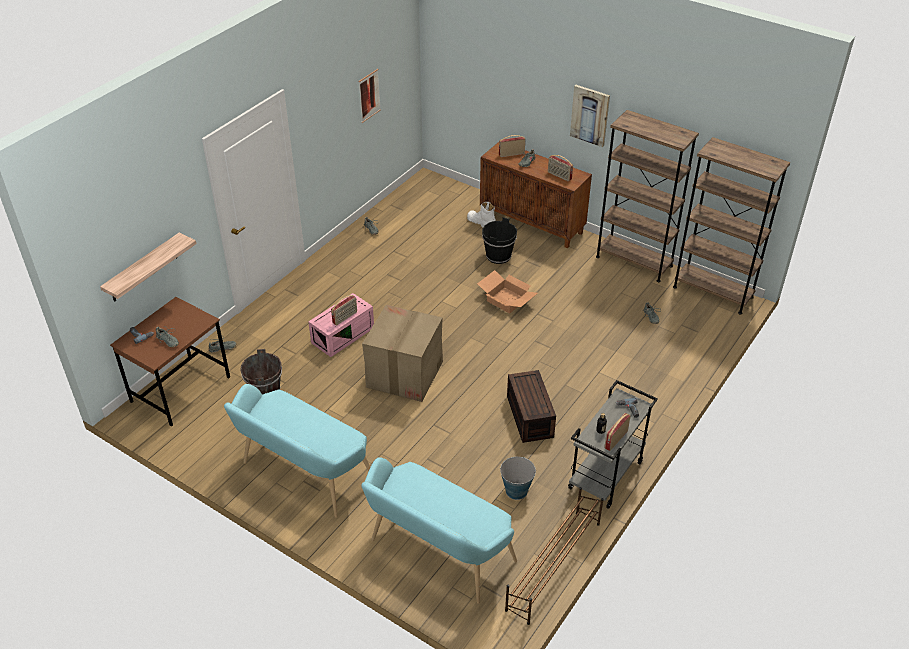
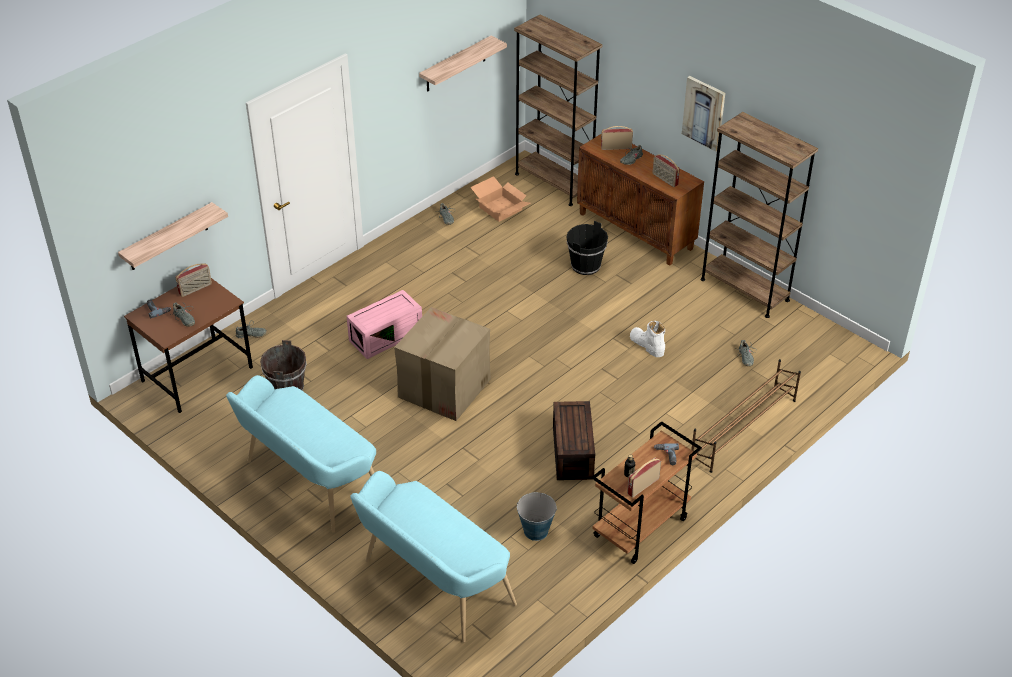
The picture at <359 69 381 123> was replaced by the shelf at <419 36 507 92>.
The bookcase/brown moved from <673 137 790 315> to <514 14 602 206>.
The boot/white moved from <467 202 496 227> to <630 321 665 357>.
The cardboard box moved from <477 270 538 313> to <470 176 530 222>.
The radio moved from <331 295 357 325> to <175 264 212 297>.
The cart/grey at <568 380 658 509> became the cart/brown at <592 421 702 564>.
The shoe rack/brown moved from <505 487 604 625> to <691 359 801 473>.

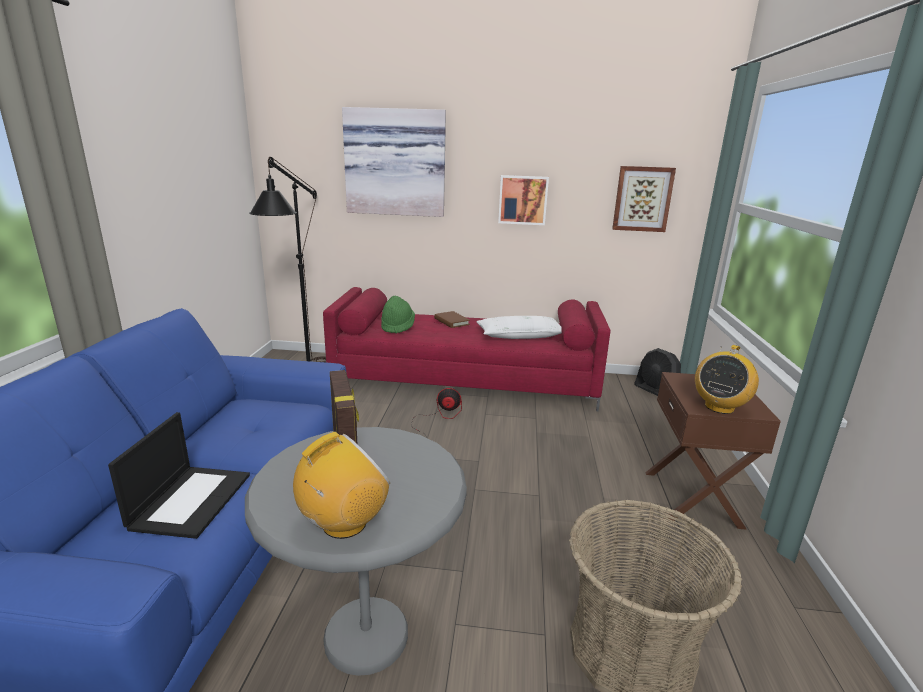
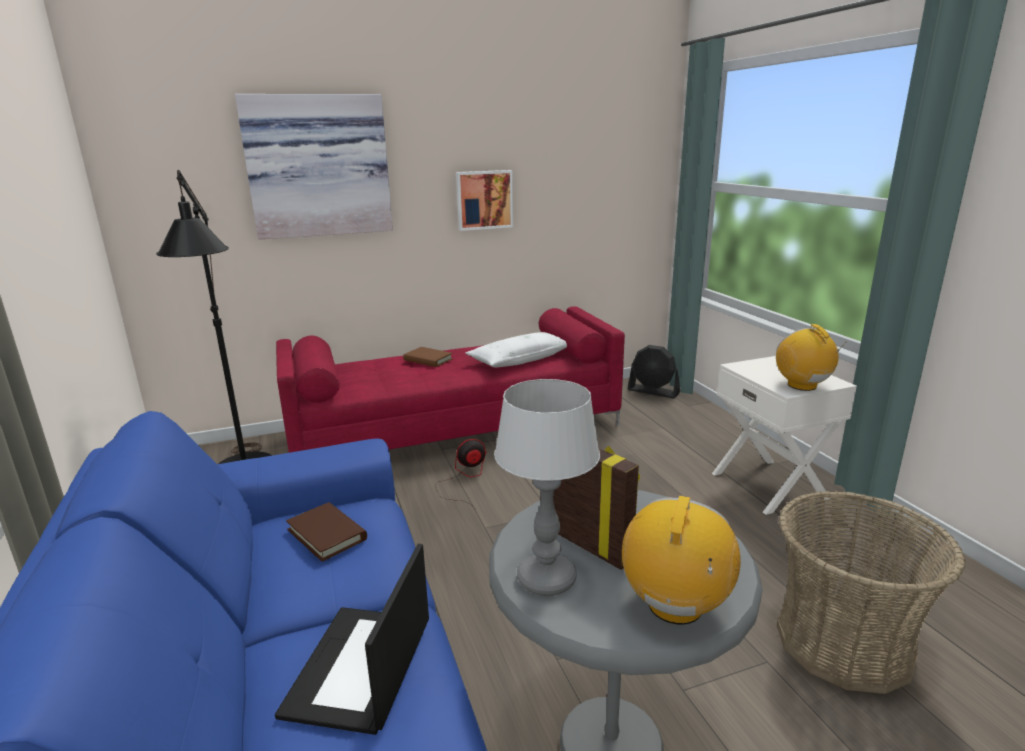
The picture at <612 166 676 232> disappeared.
The hat/green at <381 296 415 334> disappeared.
The radio at <695 345 759 414> turned 150 degrees clockwise.
The nightstand/brown at <645 372 781 530> became the nightstand/white at <712 356 857 515>.
The laptop at <108 412 250 539> turned 150 degrees counterclockwise.
The table lamp at <494 379 600 596> appeared.
The book/brown at <286 502 367 562> appeared.

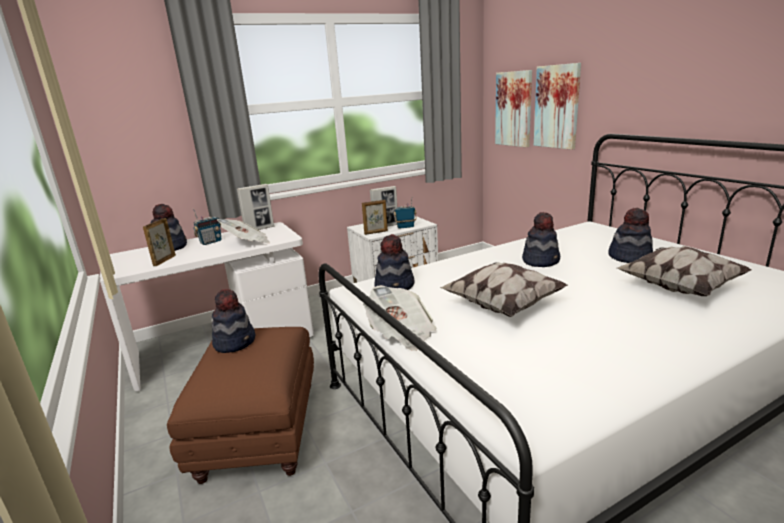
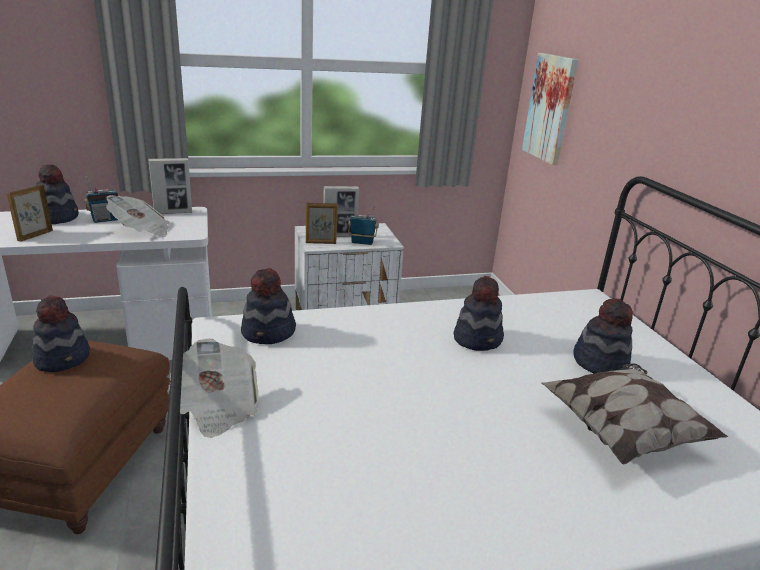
The picture at <534 63 581 150> disappeared.
The pillow at <440 263 568 317> disappeared.

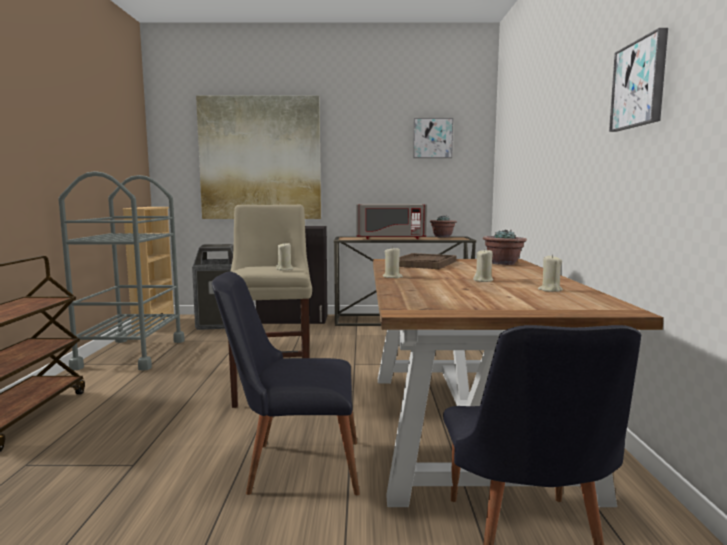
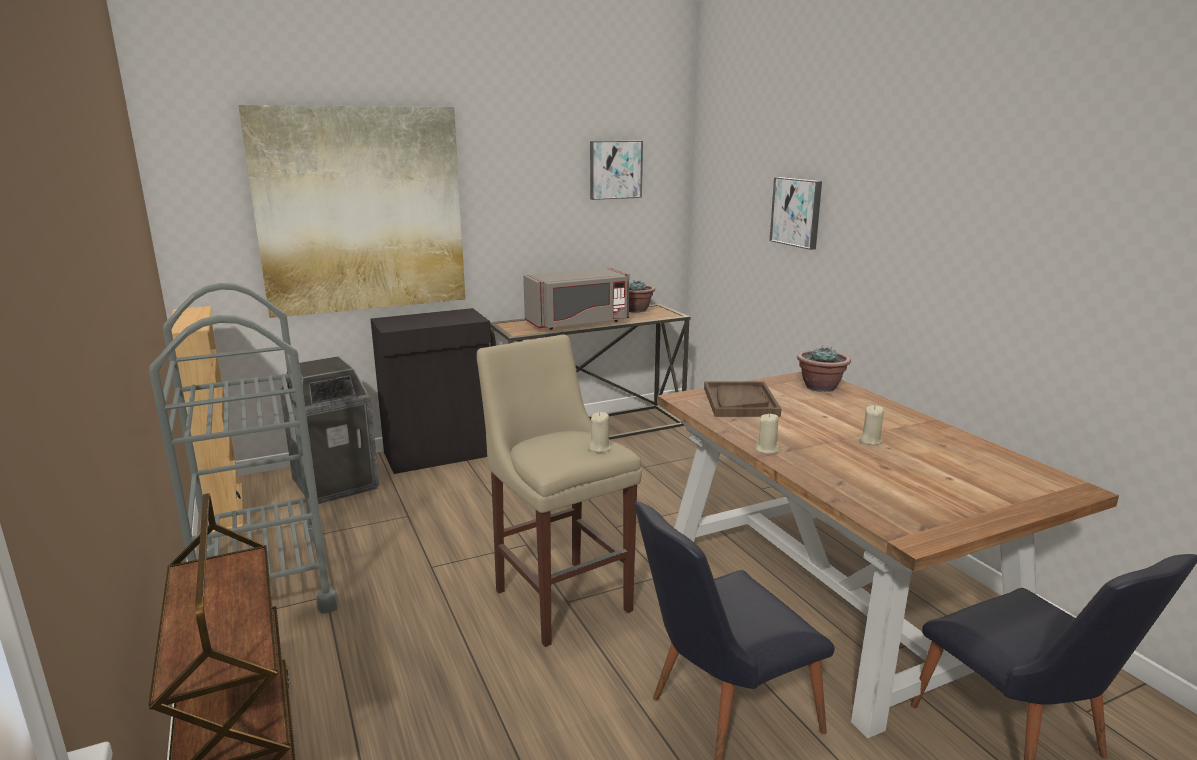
The picture moved from <609 28 668 132> to <769 177 822 250>.
The candle/beige at <538 255 563 292> disappeared.

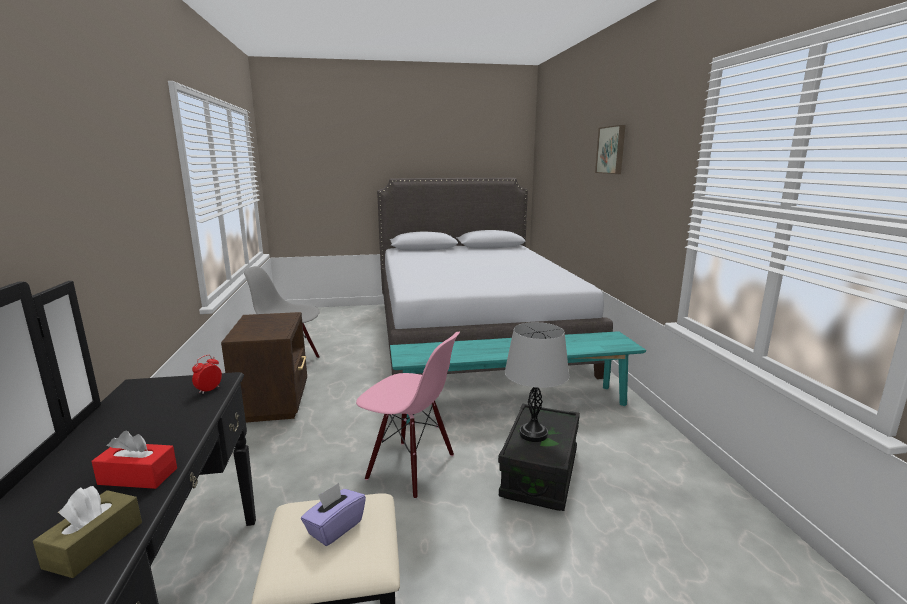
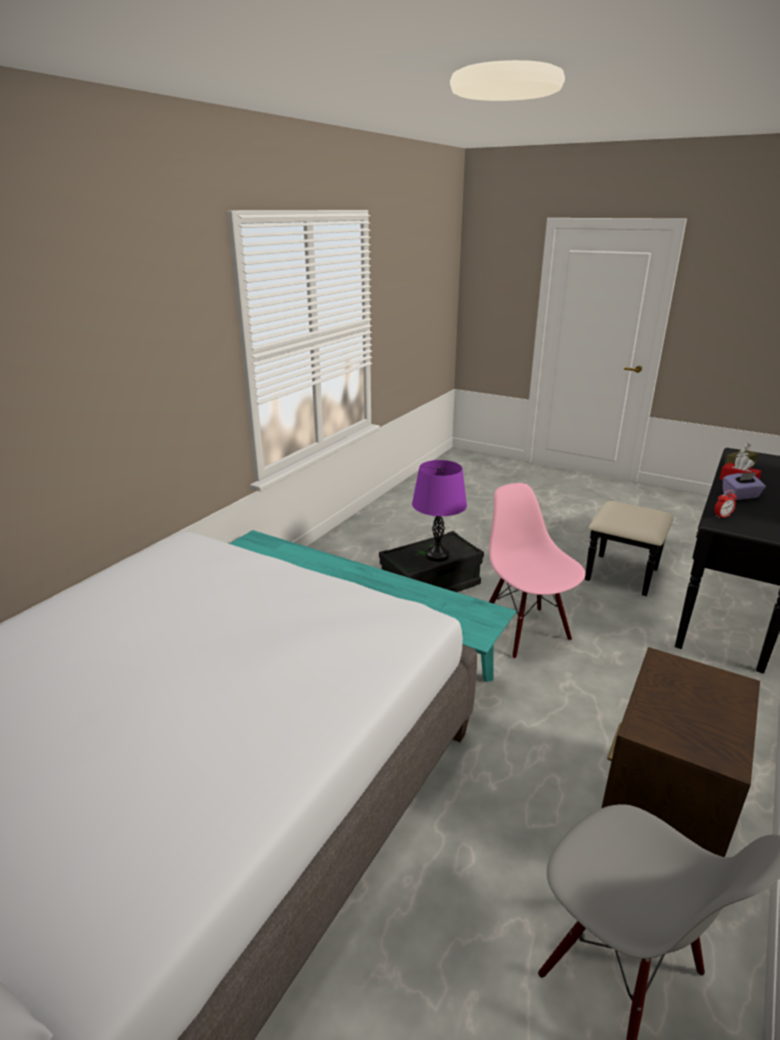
The picture at <595 125 625 174> disappeared.
The table lamp/grey at <505 322 569 442> became the table lamp/purple at <412 460 467 562>.
The tissue box/purple moved from <301 483 366 546> to <723 472 766 500>.

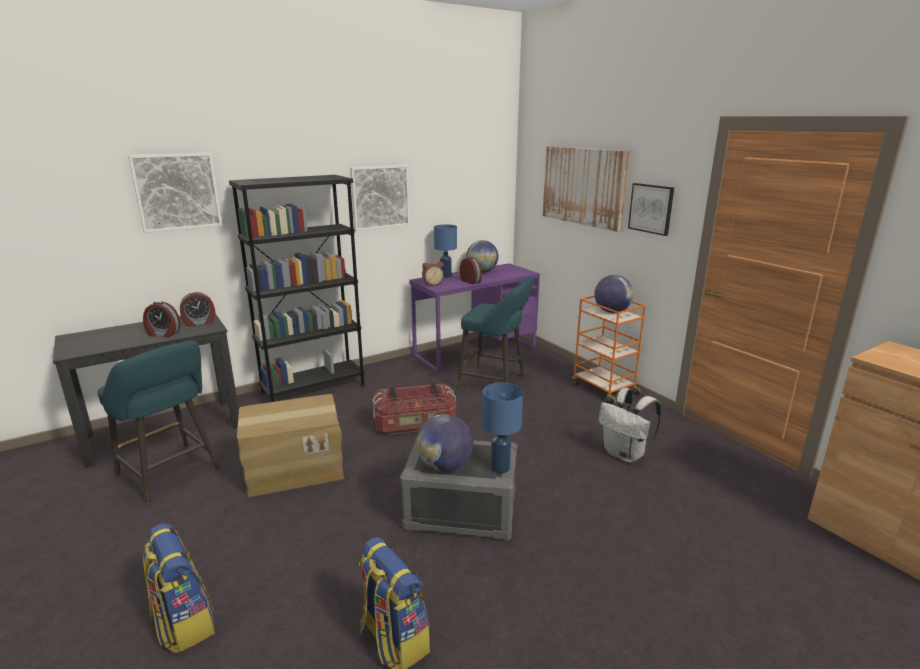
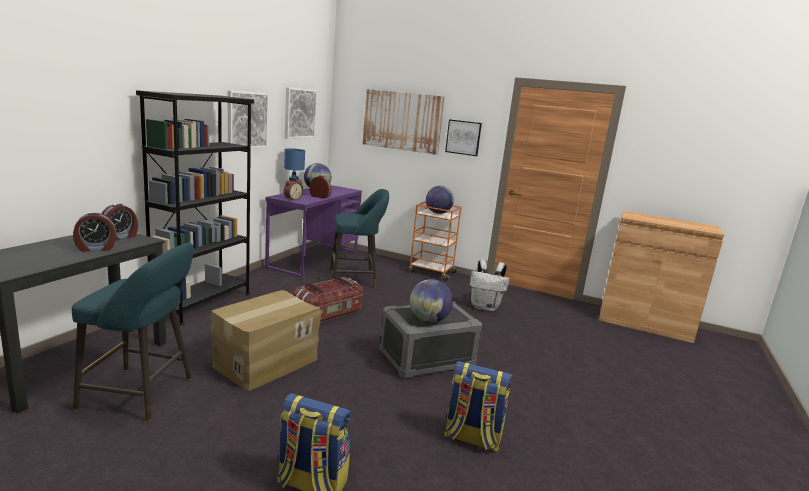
The picture moved from <128 153 222 233> to <285 87 317 139>.
The table lamp/blue at <482 383 523 474> disappeared.

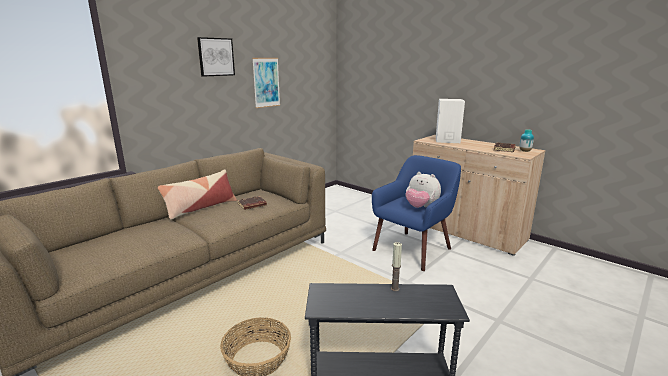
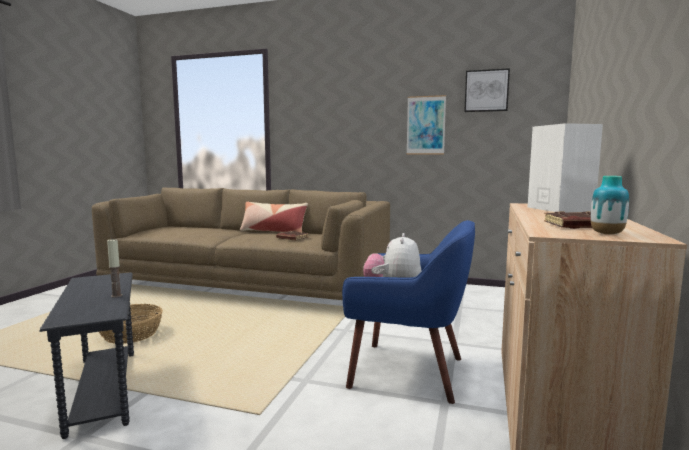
The picture moved from <197 37 235 77> to <464 68 510 112>.

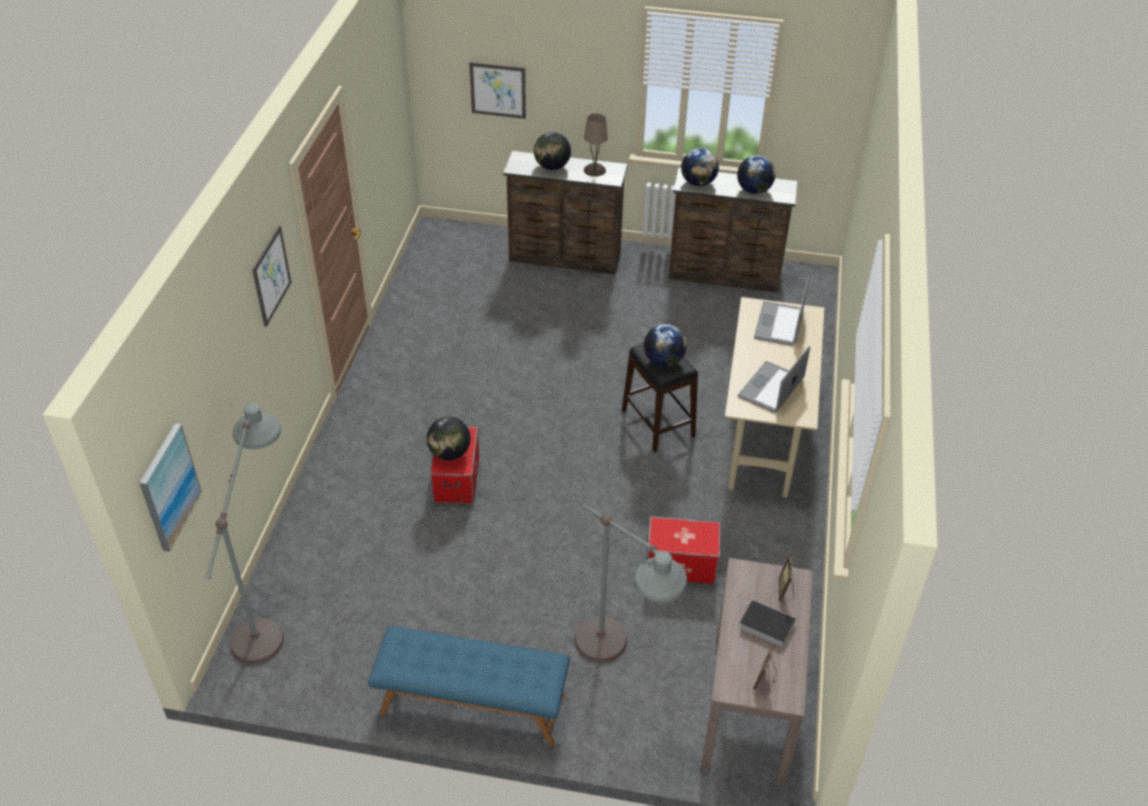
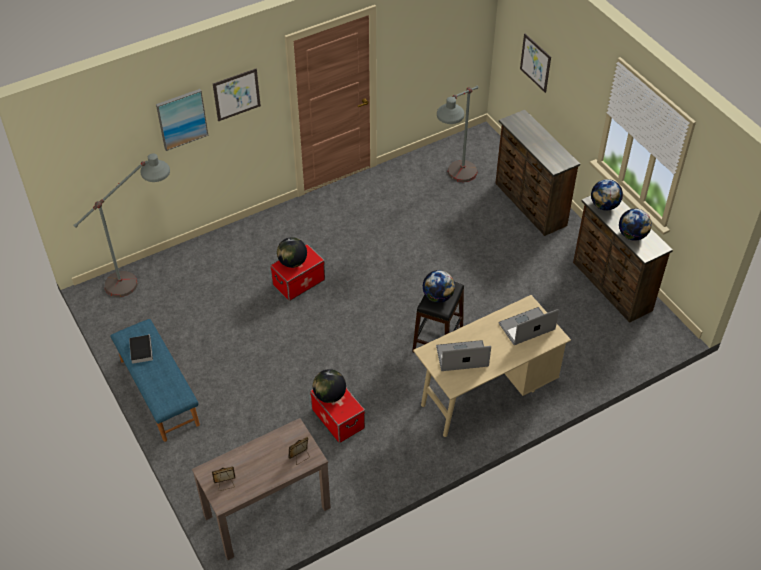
The table lamp/beige at <584 113 608 177> disappeared.
The globe moved from <534 132 571 170> to <313 369 346 403>.
The picture moved from <139 423 202 552> to <156 89 208 151>.
The floor lamp/grey moved from <575 504 687 662> to <437 86 478 182>.
The book moved from <739 599 796 647> to <129 335 153 364>.

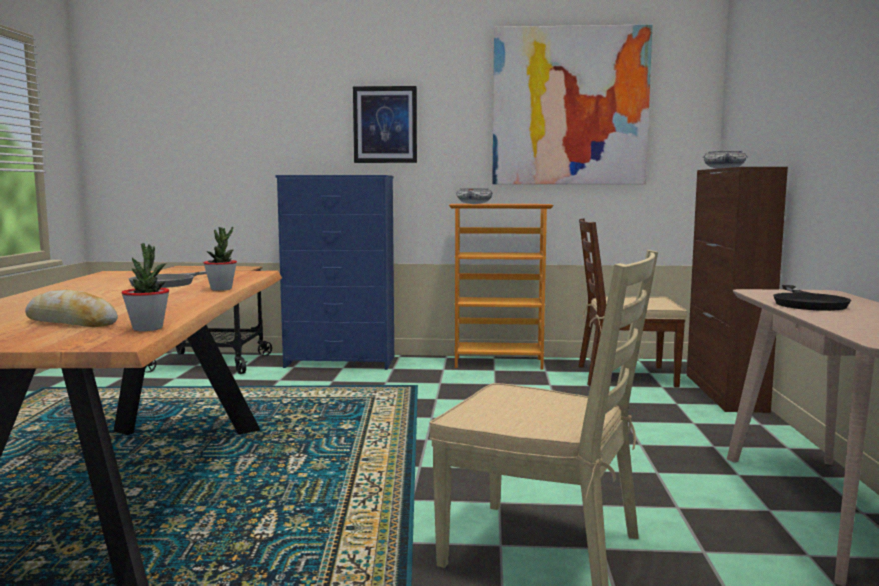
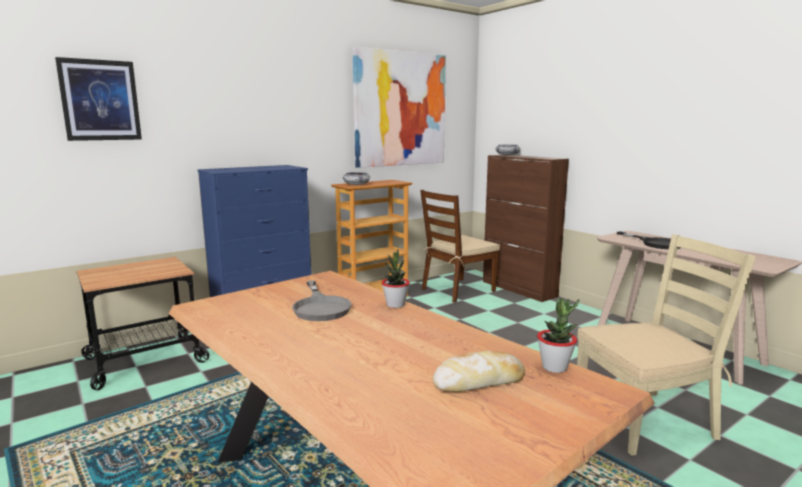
The picture moved from <353 86 417 163> to <55 57 142 141>.

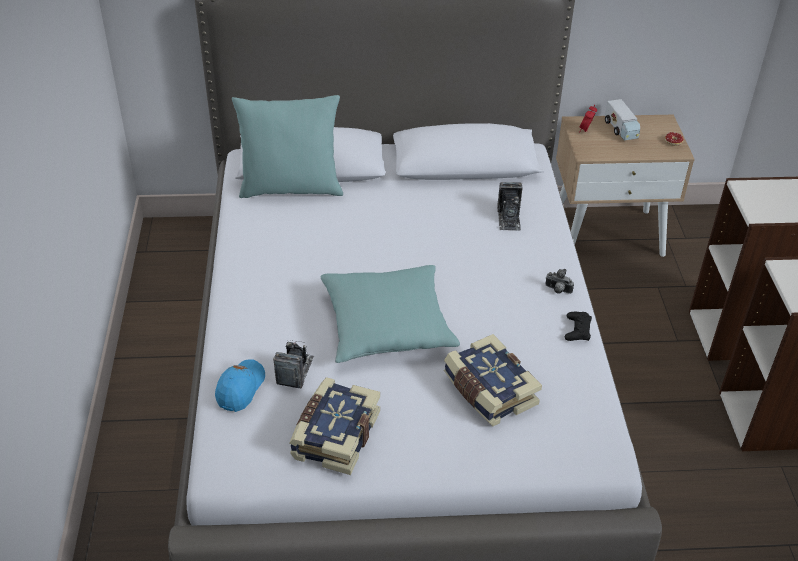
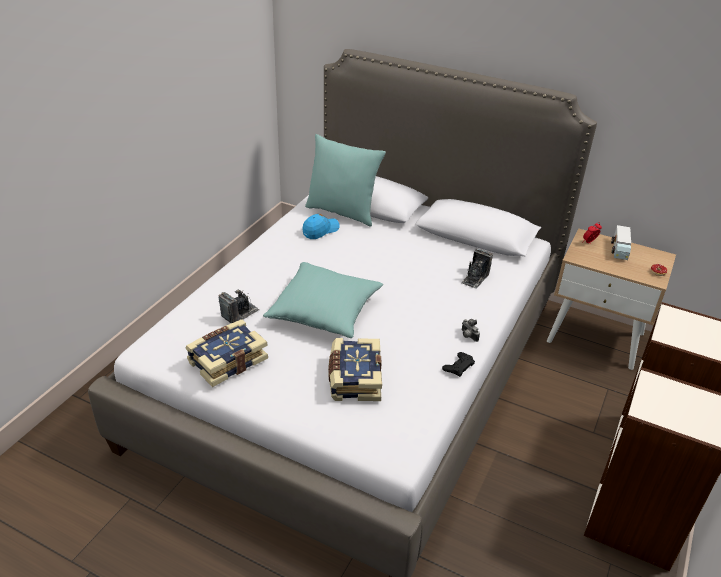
The cap/blue moved from <215 359 265 412> to <302 214 340 239>.

